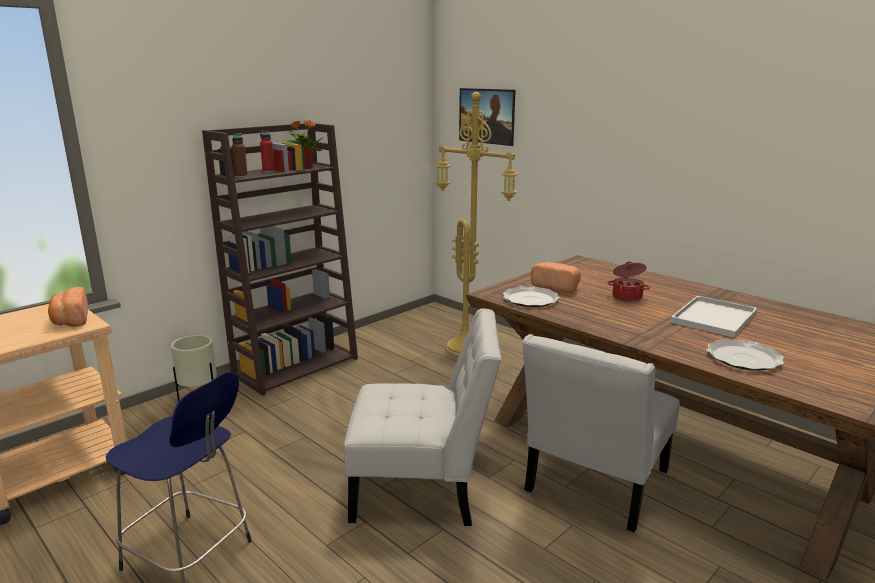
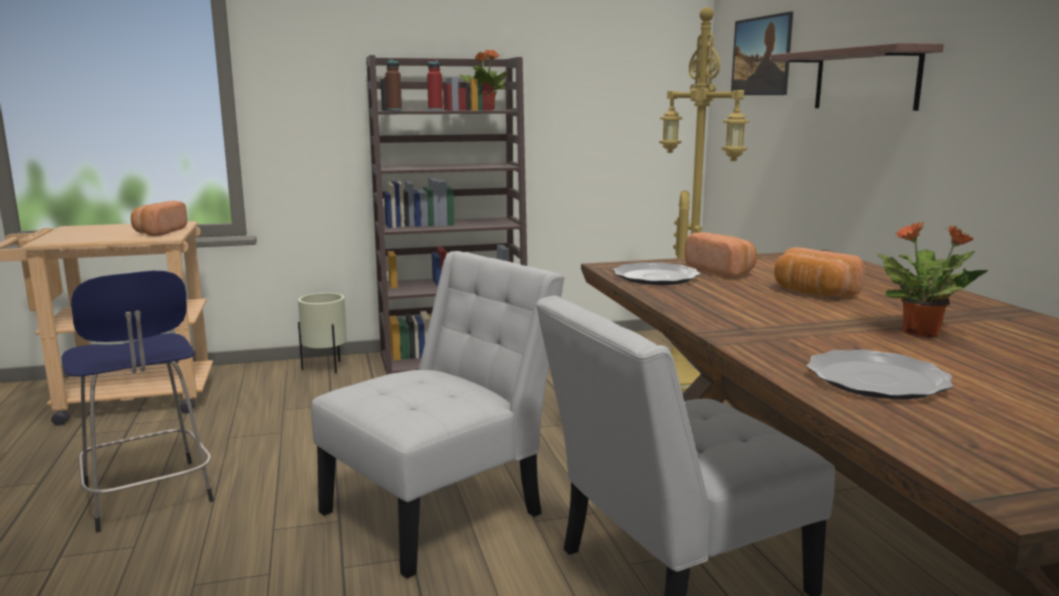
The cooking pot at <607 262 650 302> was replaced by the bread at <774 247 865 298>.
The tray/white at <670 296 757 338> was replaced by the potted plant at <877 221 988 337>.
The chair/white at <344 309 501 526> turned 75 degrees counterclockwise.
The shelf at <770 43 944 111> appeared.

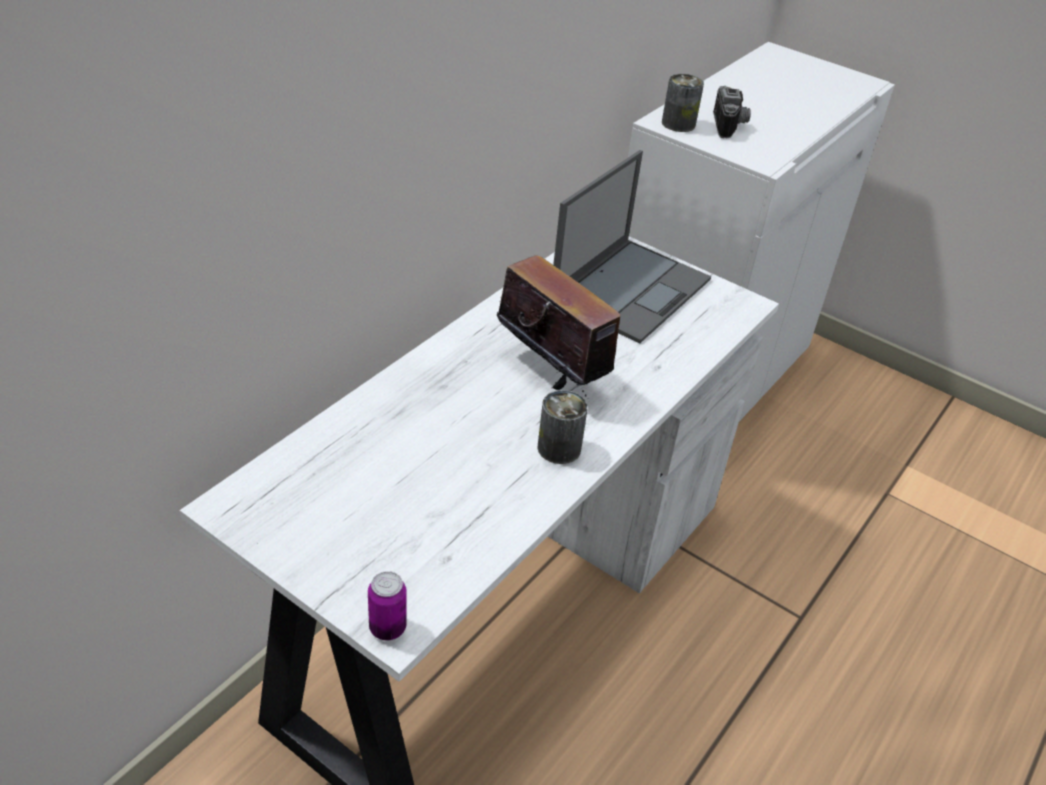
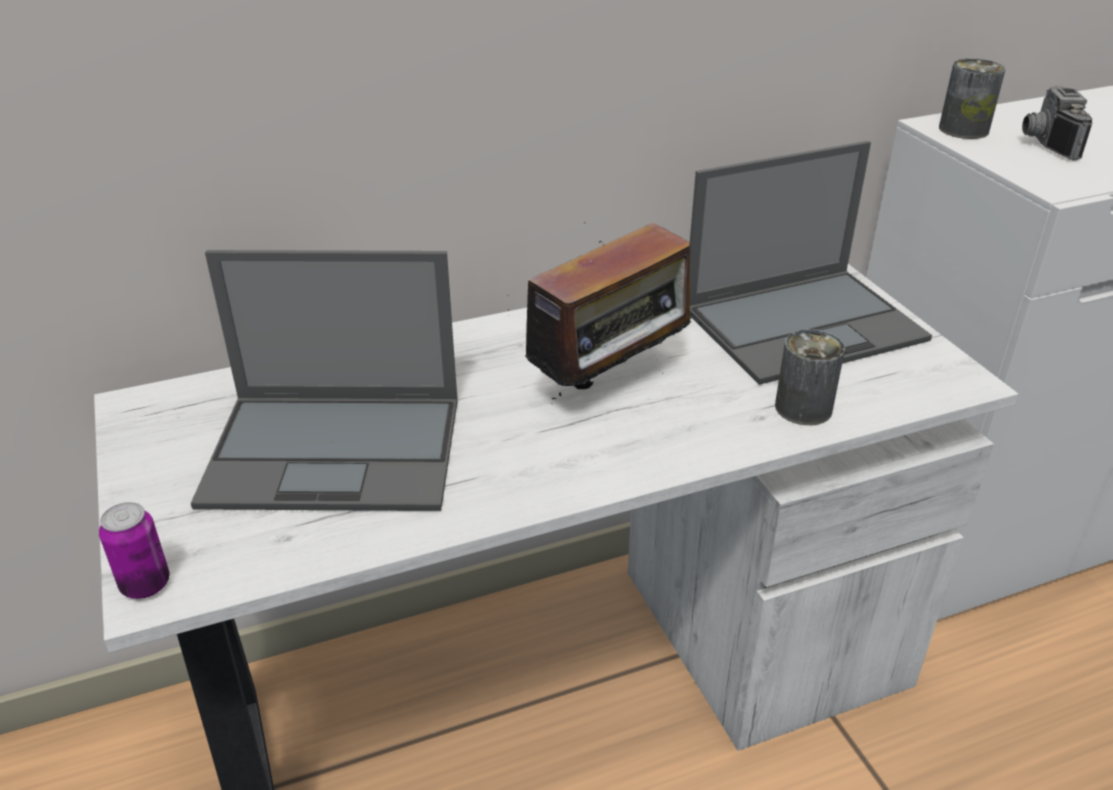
The photo camera at <713 86 751 138> turned 150 degrees clockwise.
The radio at <497 255 620 399> turned 60 degrees clockwise.
The can moved from <538 390 588 464> to <775 329 845 425>.
The laptop at <191 250 458 511> appeared.

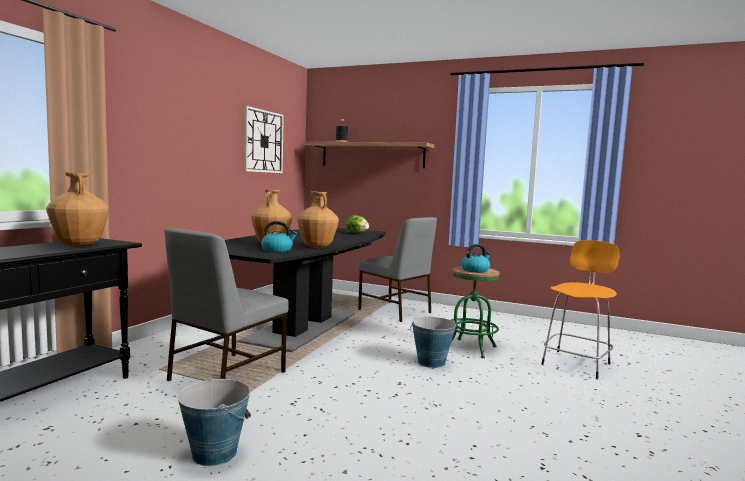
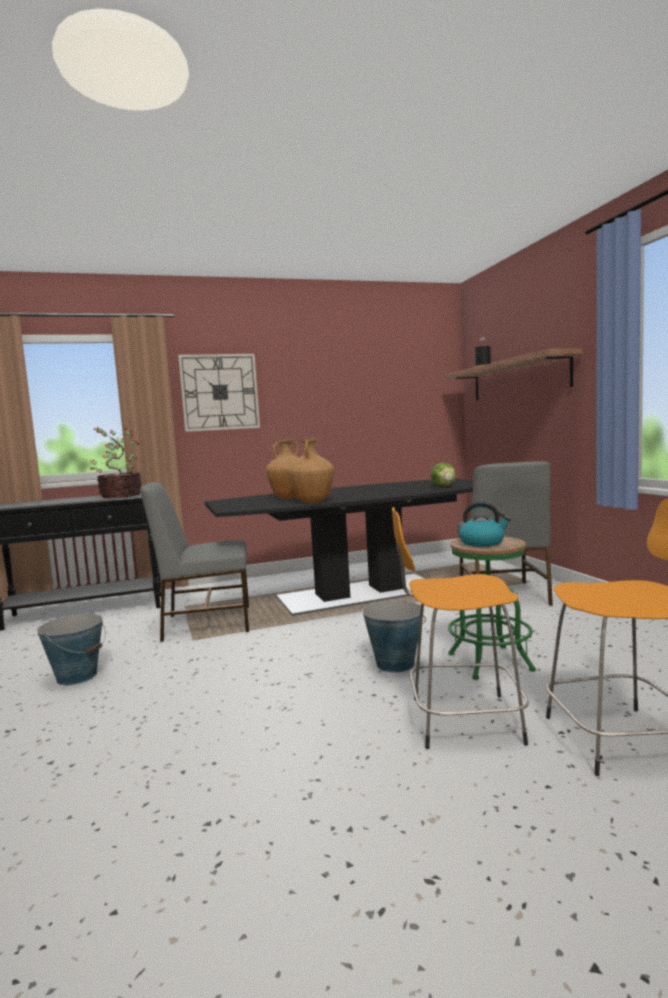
The wall clock moved from <244 106 284 173> to <178 354 260 432>.
The vase/brown at <46 172 109 246> was replaced by the potted plant at <90 426 142 498>.
The kettle at <261 221 297 252> disappeared.
The stool/orange at <392 507 529 749> appeared.

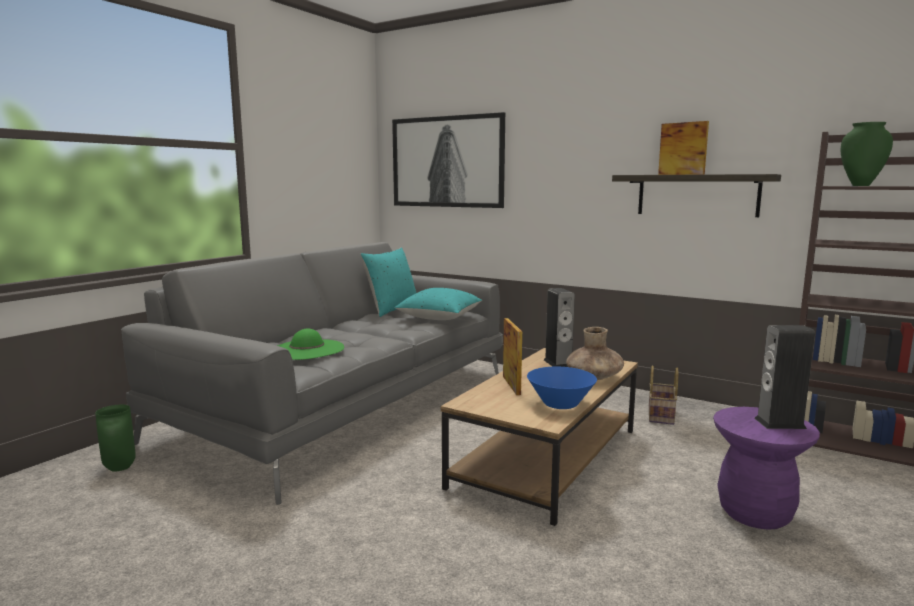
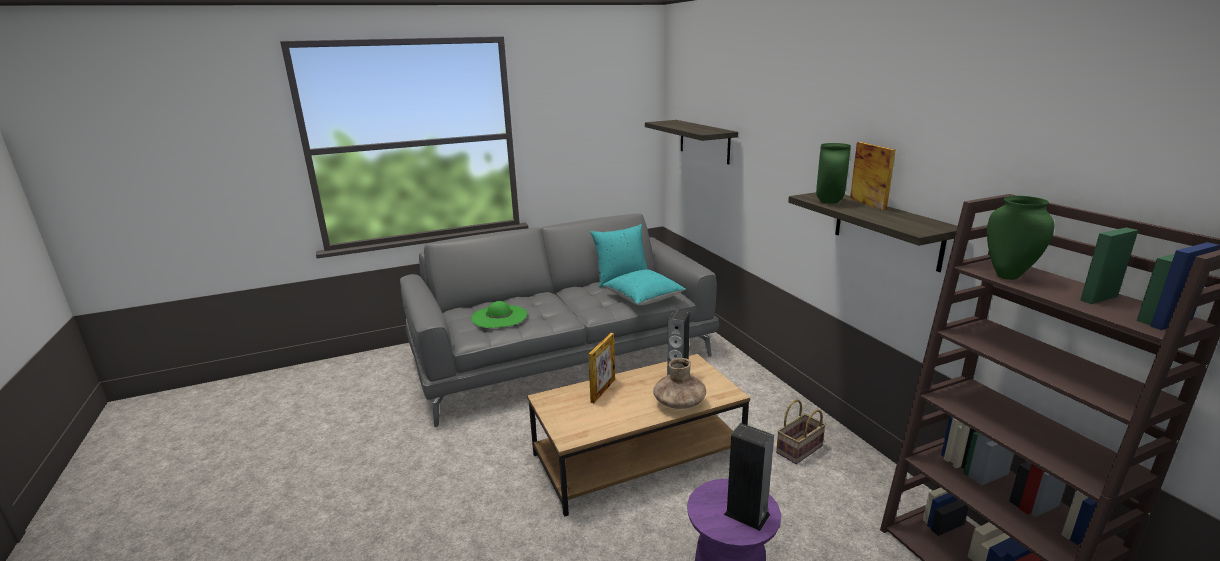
The picture at <392 112 505 208> was replaced by the shelf at <645 120 738 165>.
The bowl/blue at <527 367 597 409> disappeared.
The vase/green moved from <95 405 136 472> to <816 143 851 204>.

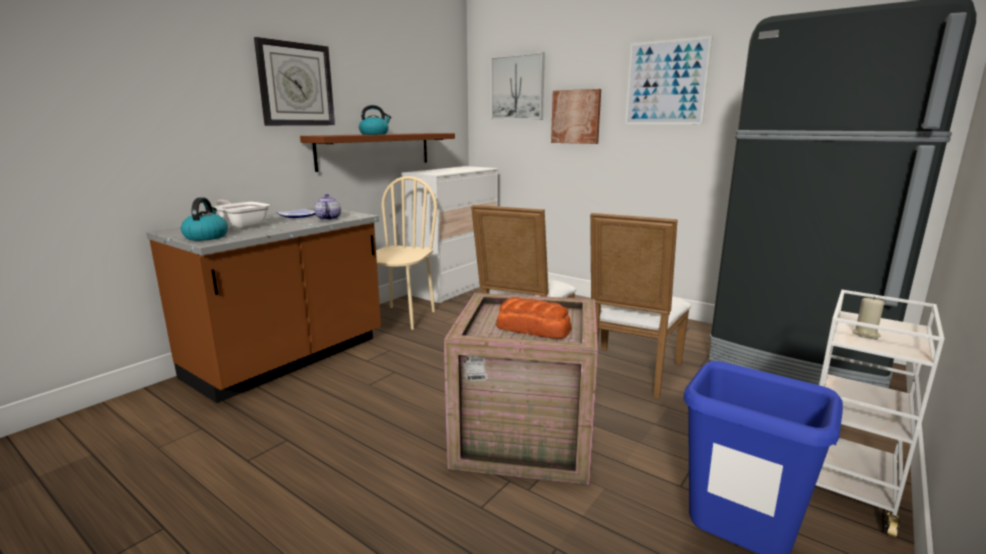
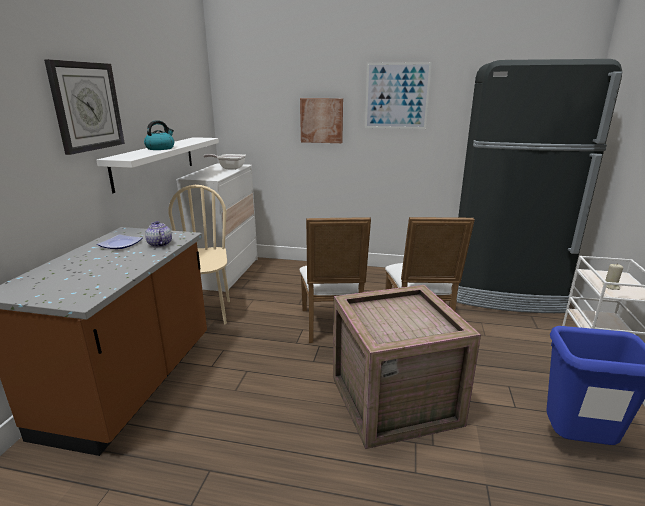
The picture at <491 52 545 120> disappeared.
The shelf/brown at <300 133 455 172> became the shelf/white at <96 137 219 193>.
The kettle at <181 197 228 241> disappeared.
The frying pan moved from <215 200 270 229> to <204 154 246 170>.
The bread at <496 297 571 339> disappeared.

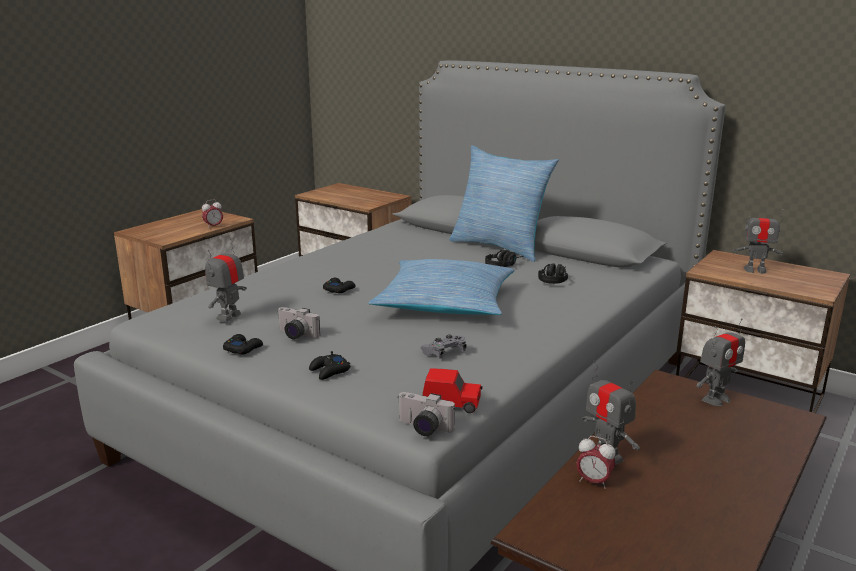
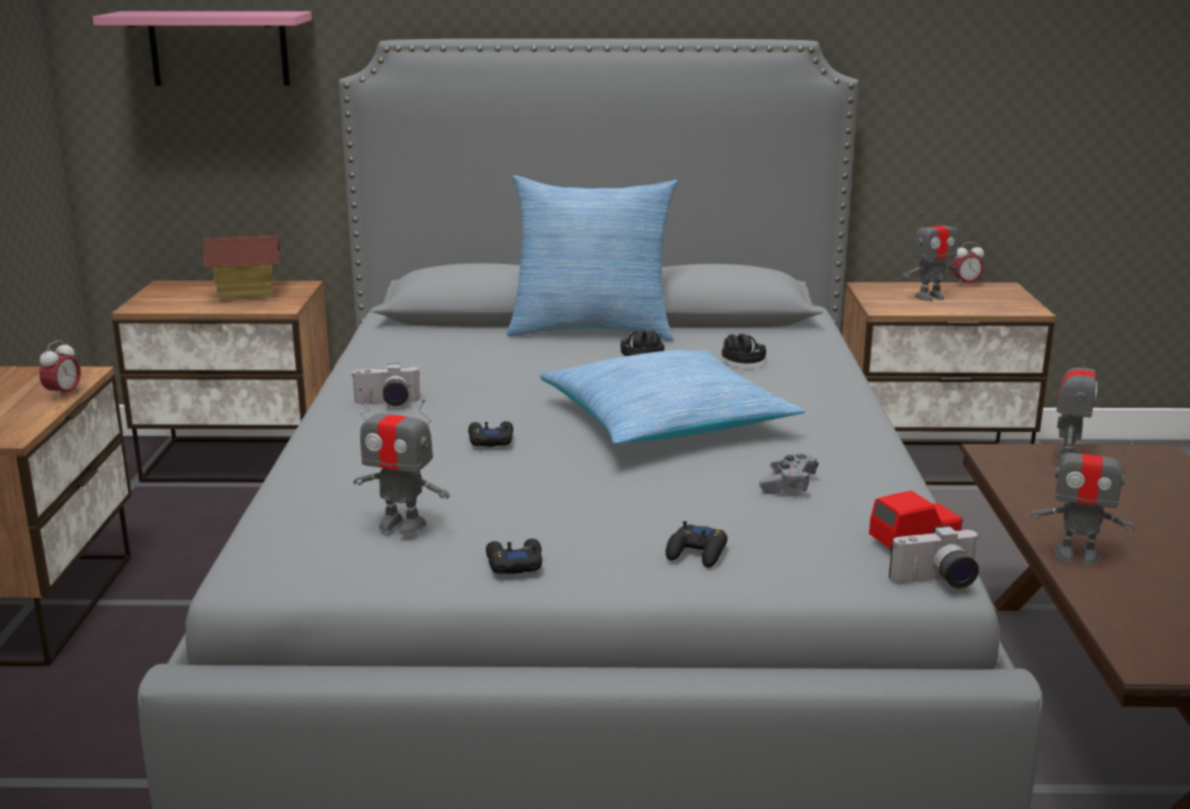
The toy robot at <205 238 247 322> turned 60 degrees counterclockwise.
The photo camera moved from <277 307 320 340> to <352 363 420 406>.
The alarm clock moved from <576 436 615 489> to <952 242 984 286>.
The shelf/pink at <93 11 312 86> appeared.
The toy house at <204 235 280 301> appeared.

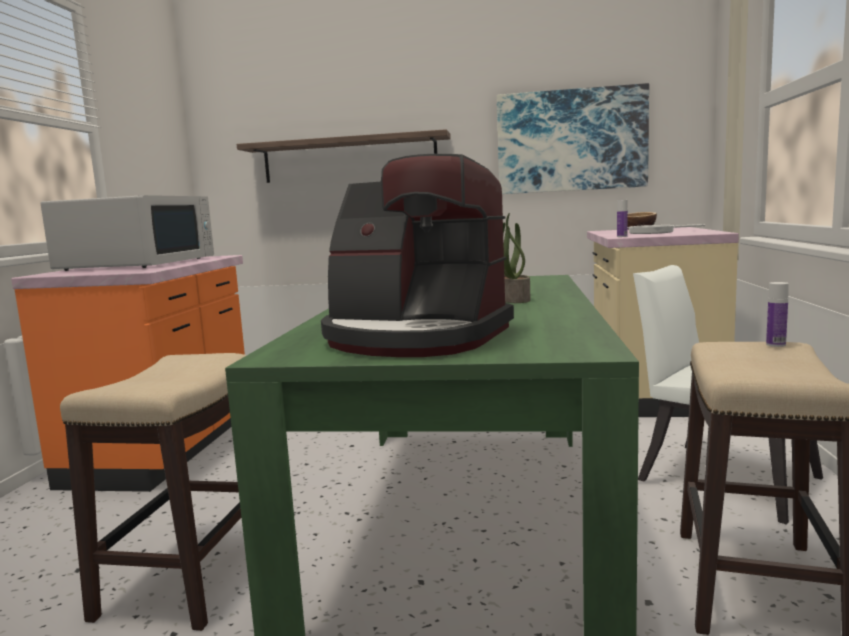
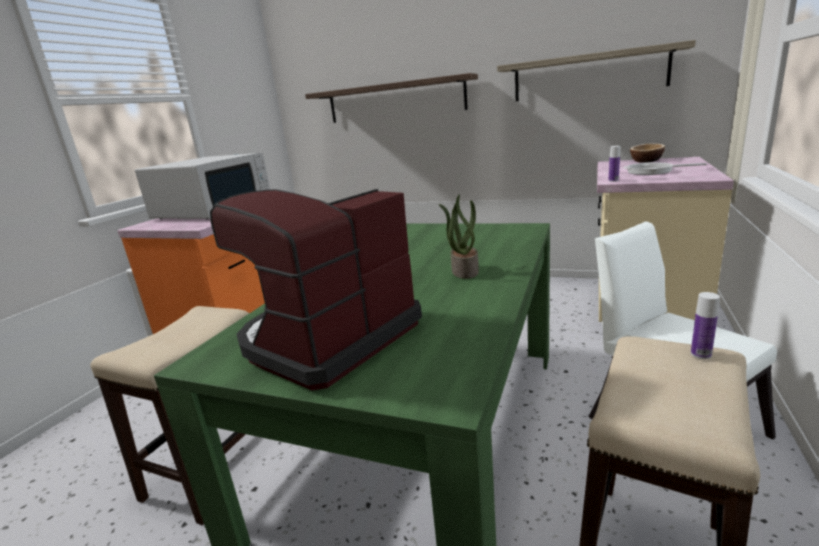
The picture at <497 83 649 194> was replaced by the shelf at <497 40 696 101>.
The coffee machine at <321 154 514 357> turned 90 degrees clockwise.

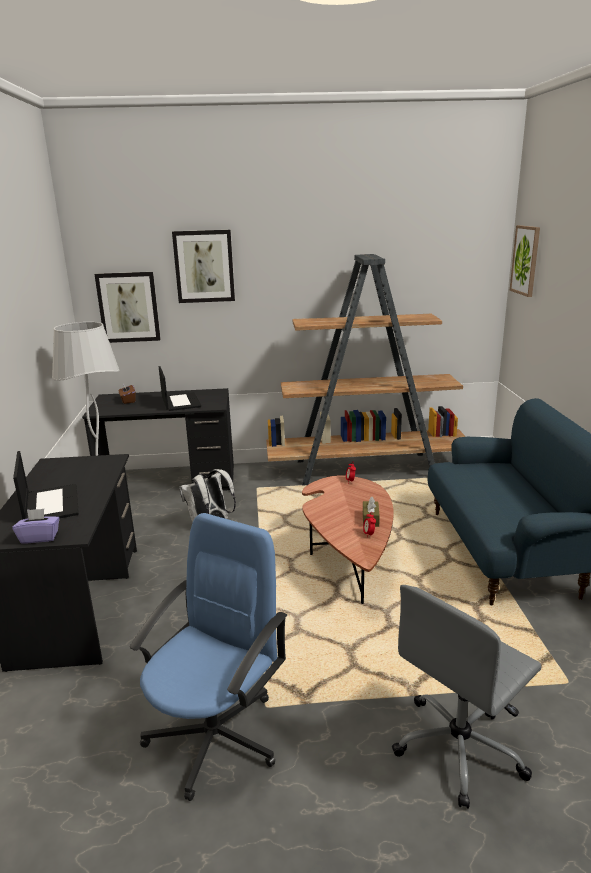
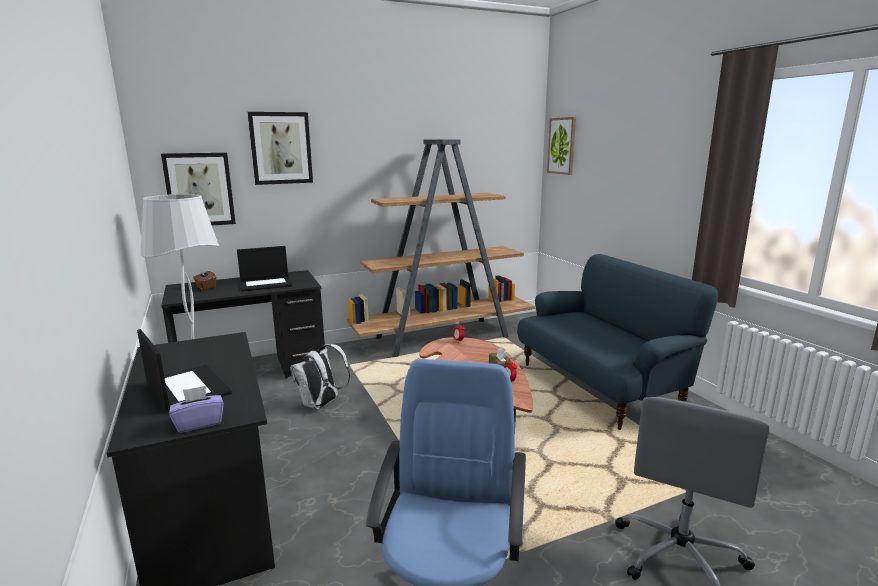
The laptop at <159 366 201 411> turned 105 degrees clockwise.

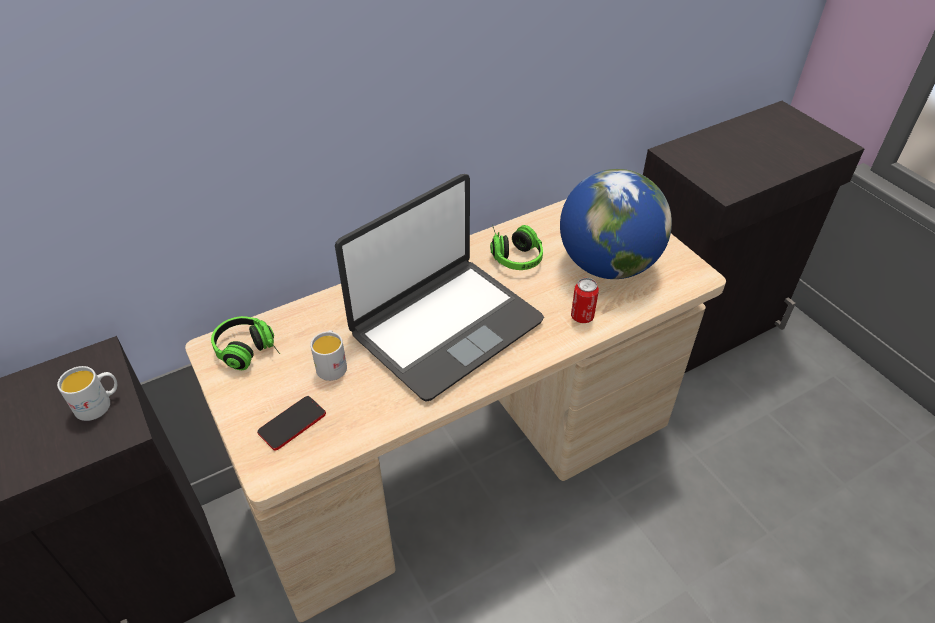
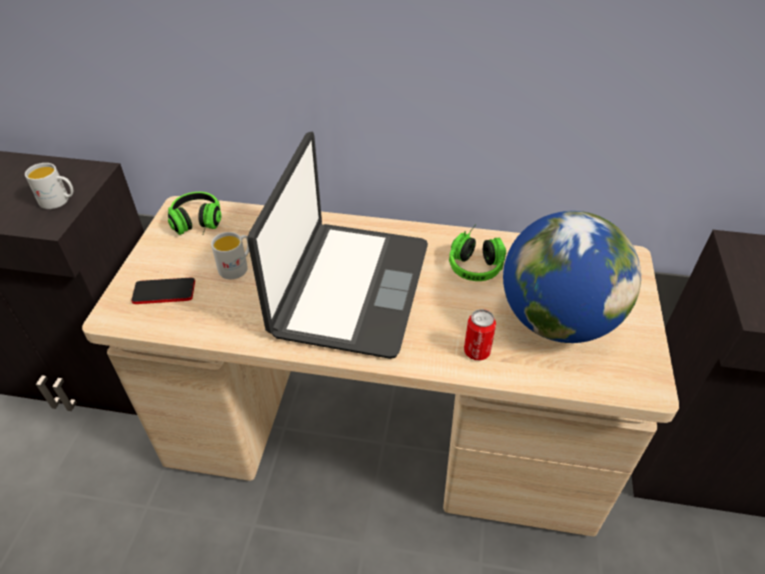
The laptop at <335 174 544 402> turned 75 degrees counterclockwise.

